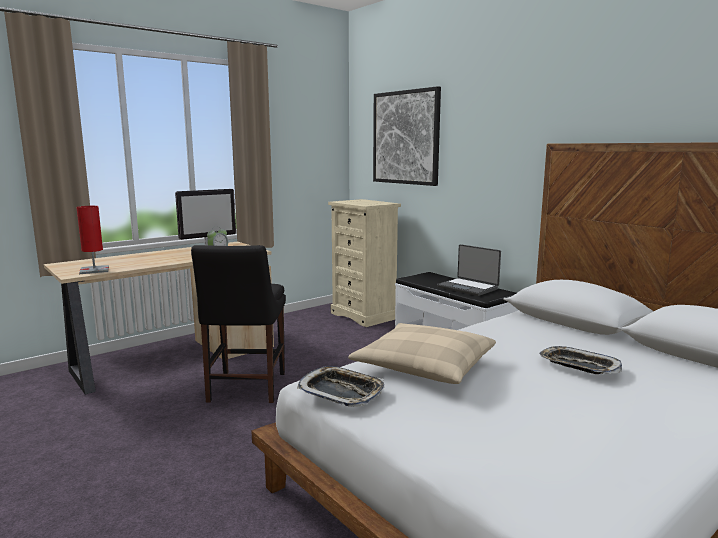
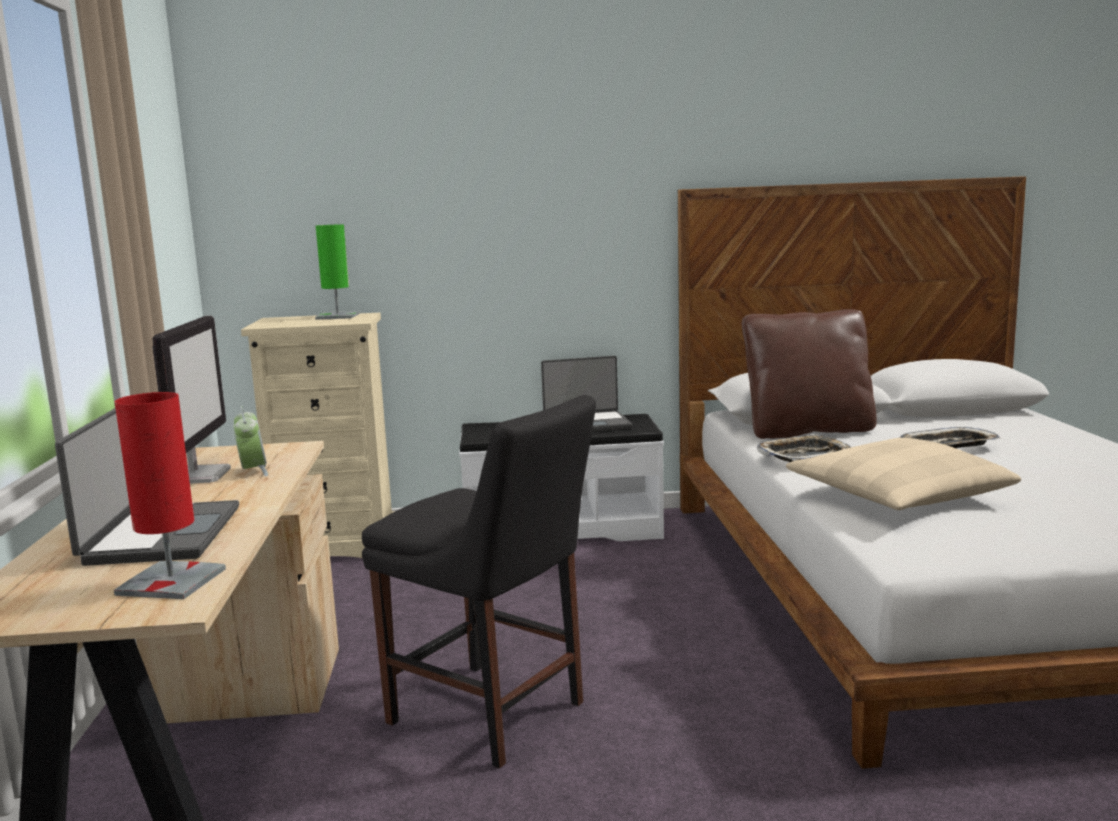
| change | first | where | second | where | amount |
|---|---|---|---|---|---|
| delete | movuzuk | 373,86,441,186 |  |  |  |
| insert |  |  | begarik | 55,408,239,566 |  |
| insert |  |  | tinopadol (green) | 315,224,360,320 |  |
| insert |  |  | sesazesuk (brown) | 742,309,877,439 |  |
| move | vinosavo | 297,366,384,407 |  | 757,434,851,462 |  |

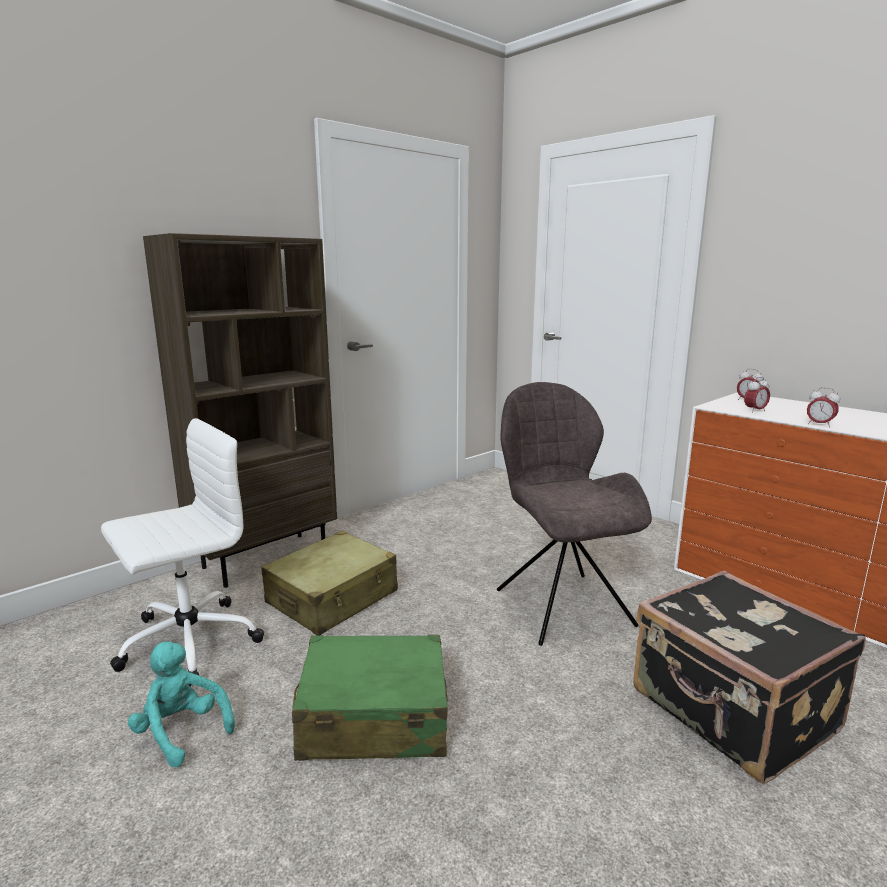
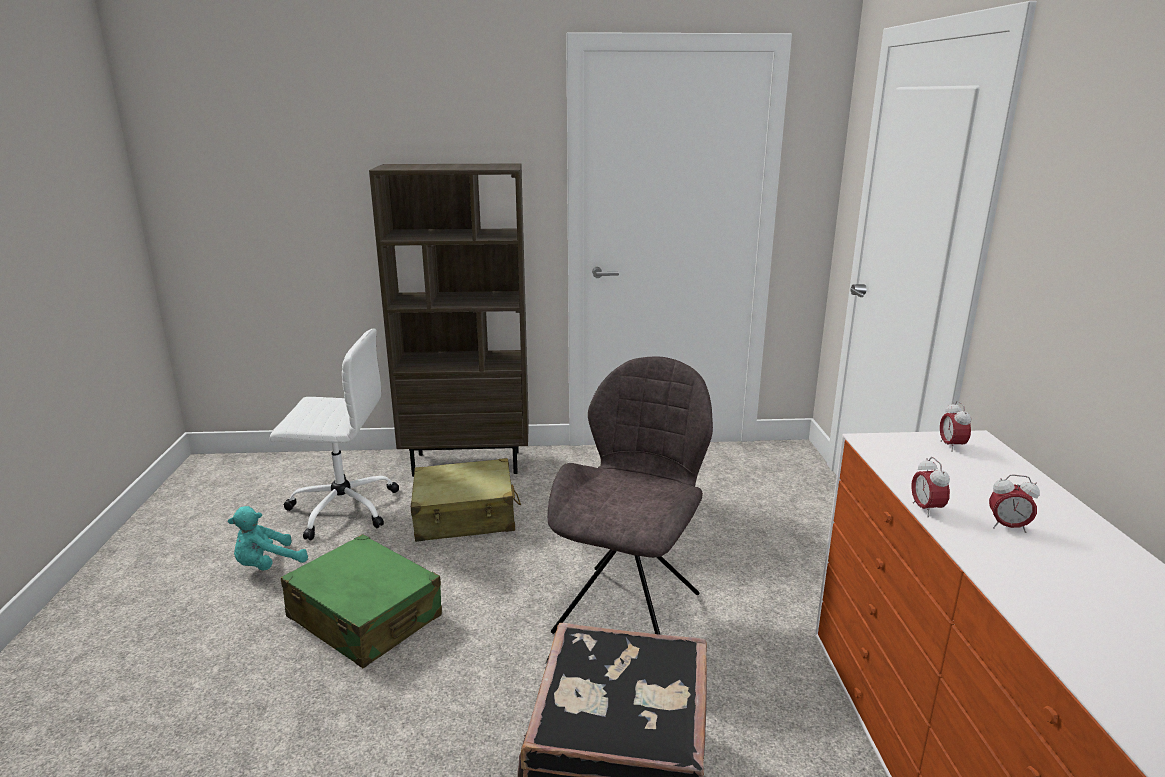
| change | first | where | second | where | amount |
|---|---|---|---|---|---|
| move | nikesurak | 744,377,770,413 |  | 989,474,1040,533 |  |
| rotate | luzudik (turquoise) | 128,641,235,767 |  | 228,506,308,571 | 120 degrees counterclockwise |

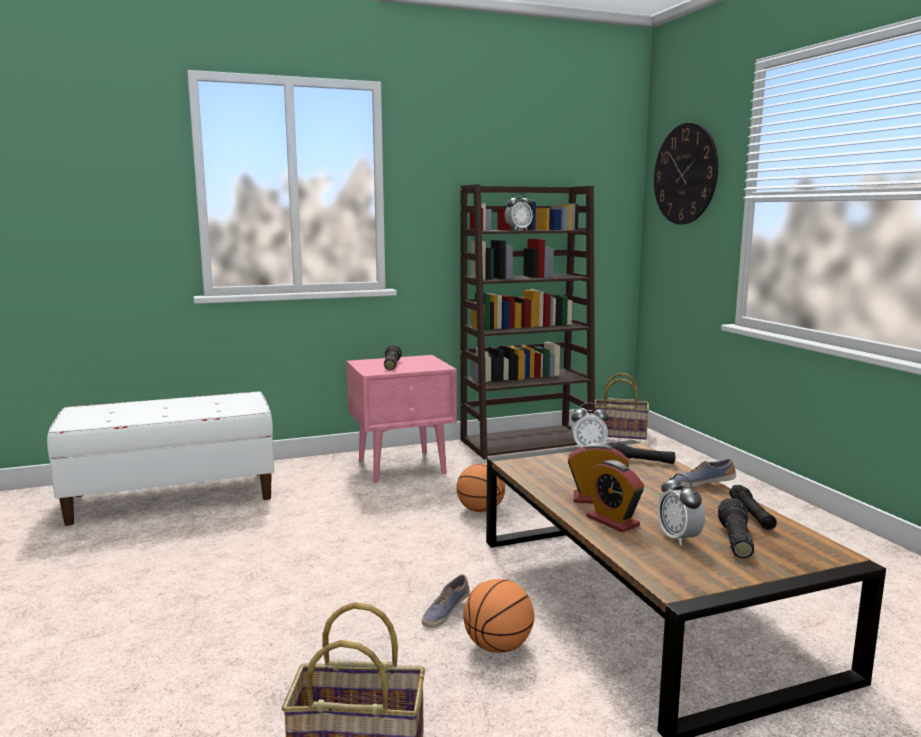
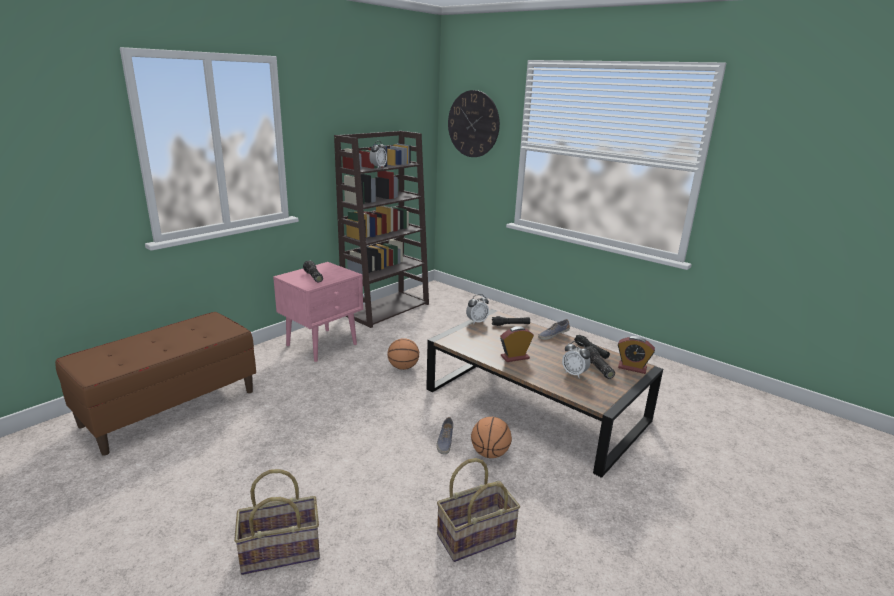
| change | first | where | second | where | amount |
|---|---|---|---|---|---|
| move | nikesurak | 586,460,644,532 |  | 618,336,655,374 |  |
| move | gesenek | 595,373,649,440 |  | 234,469,320,575 |  |
| recolor | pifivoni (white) | 47,392,274,526 | pifivoni (brown) | 55,312,256,456 |  |

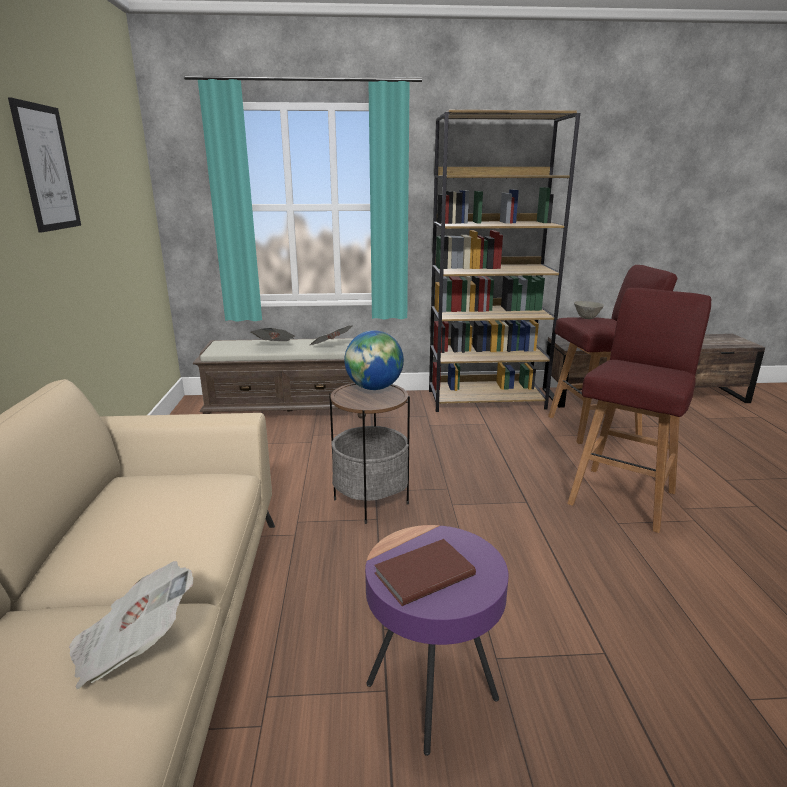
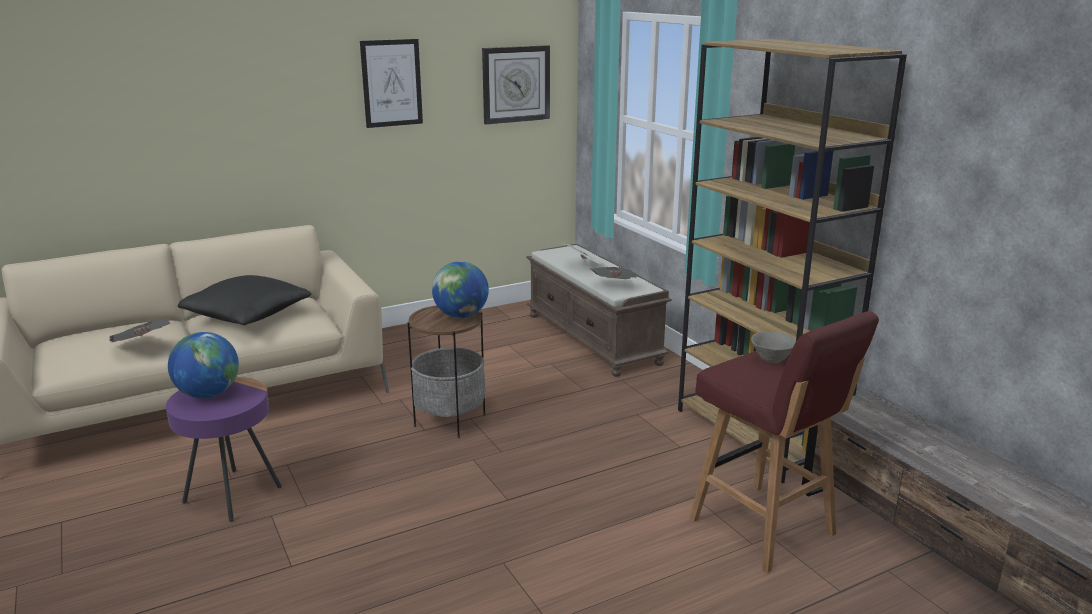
| change | first | where | second | where | amount |
|---|---|---|---|---|---|
| delete | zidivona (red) | 567,288,711,533 |  |  |  |
| insert |  |  | sesazesuk (black) | 178,275,311,325 |  |
| insert |  |  | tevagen | 482,45,550,124 |  |
| replace | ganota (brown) | 374,539,476,606 | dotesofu | 168,332,239,398 |  |

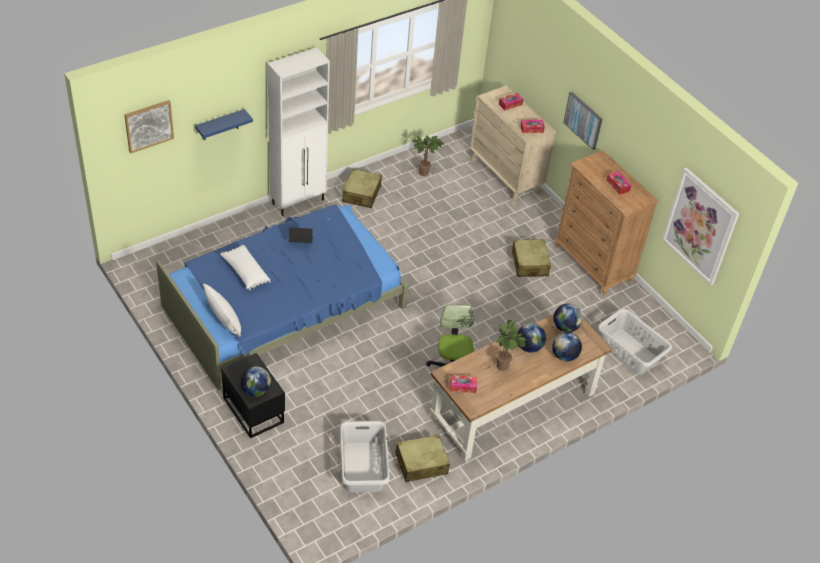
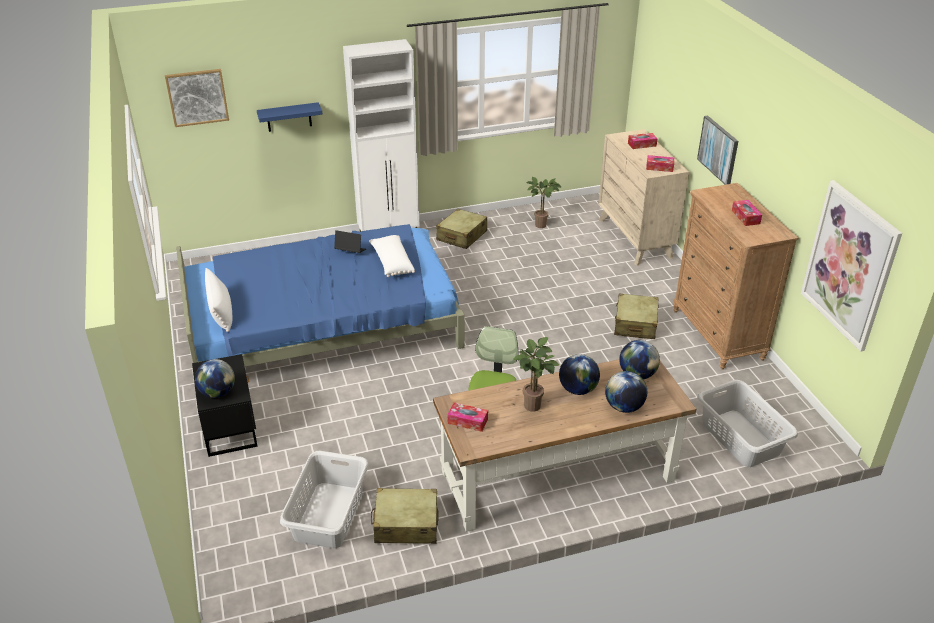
| change | first | where | second | where | amount |
|---|---|---|---|---|---|
| move | sesazesuk (white) | 220,245,271,290 |  | 369,235,415,277 |  |

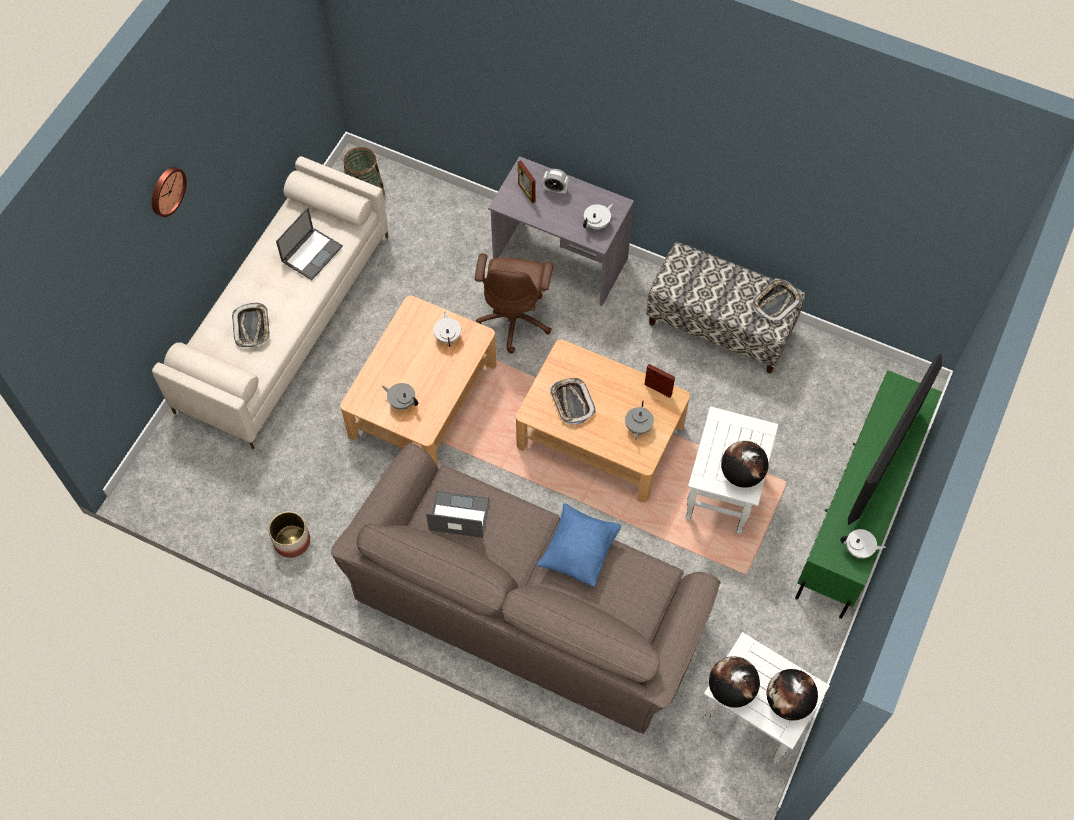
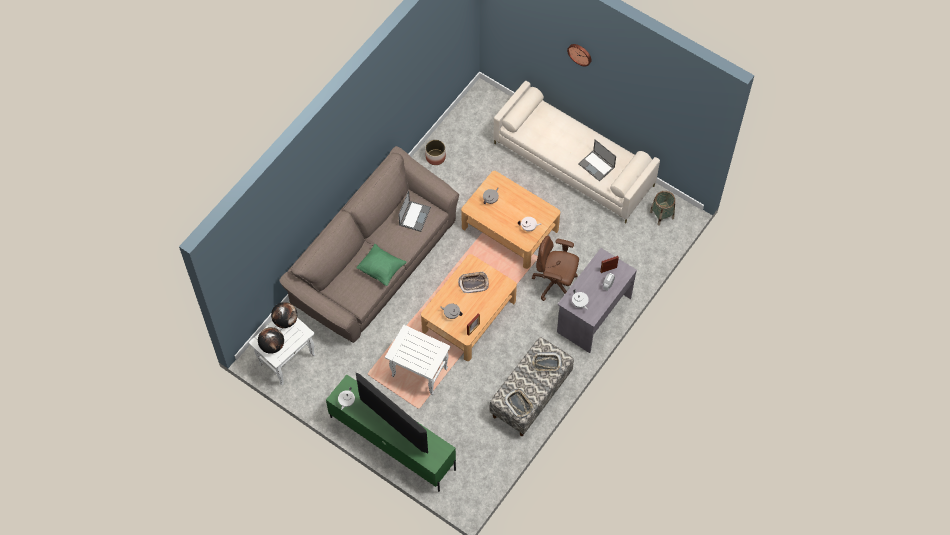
| change | first | where | second | where | amount |
|---|---|---|---|---|---|
| delete | dotesofu | 721,441,768,488 |  |  |  |
| move | vinosavo | 232,302,270,347 |  | 531,352,562,372 |  |
| recolor | sesazesuk (blue) | 537,503,621,586 | sesazesuk (green) | 356,244,407,286 |  |

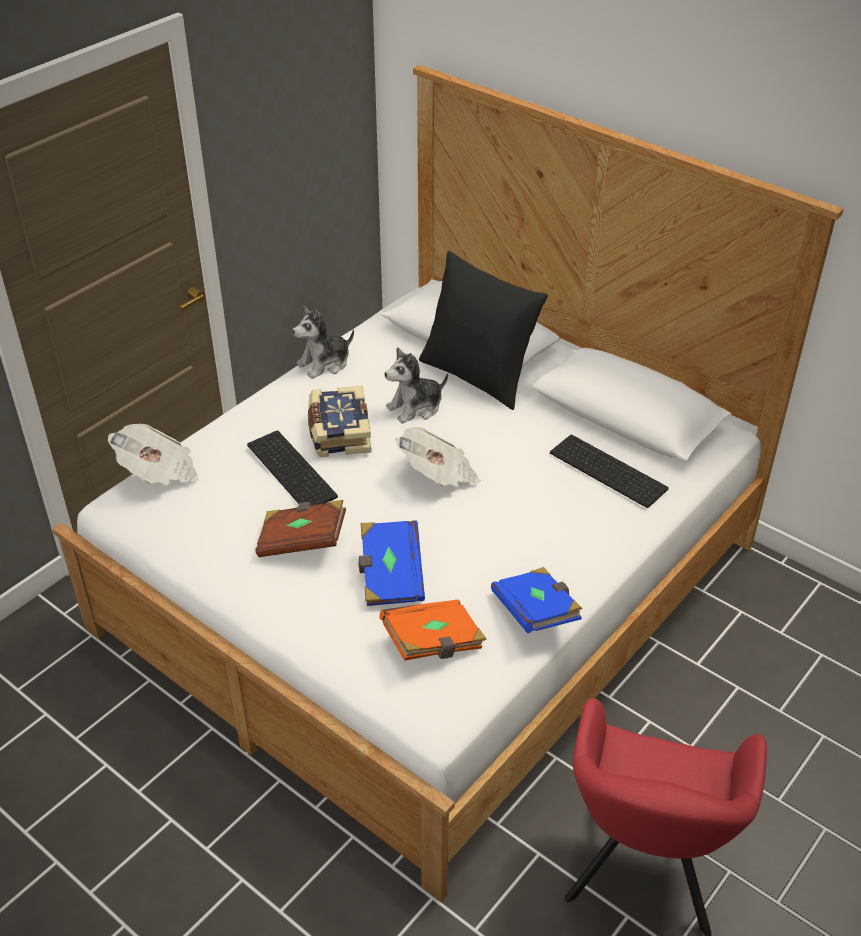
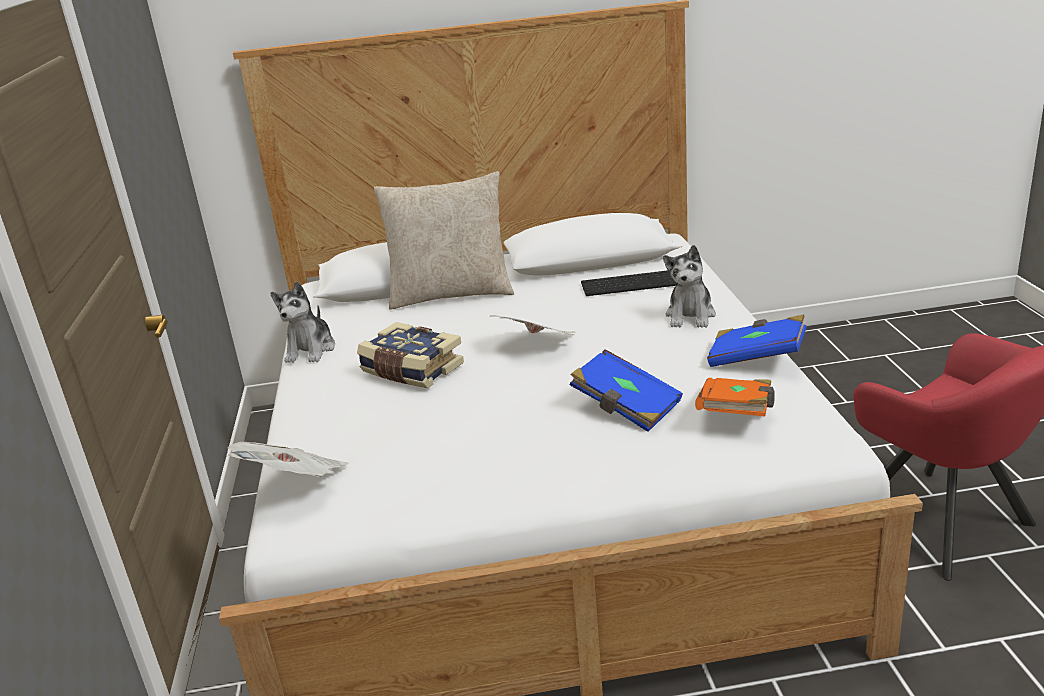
| change | first | where | second | where | amount |
|---|---|---|---|---|---|
| delete | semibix | 247,430,338,505 |  |  |  |
| delete | ganota (brown) | 255,500,346,557 |  |  |  |
| move | luzudik | 384,347,448,424 |  | 663,245,716,328 |  |
| recolor | sesazesuk (black) | 419,251,548,410 | sesazesuk (beige) | 374,171,514,310 |  |

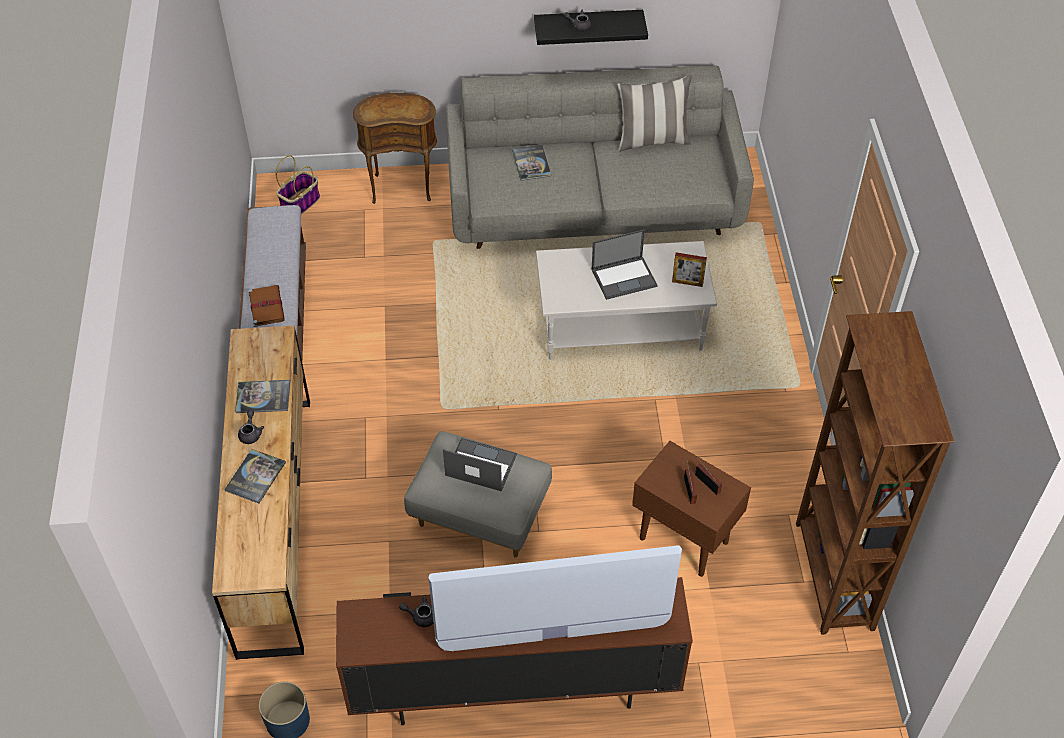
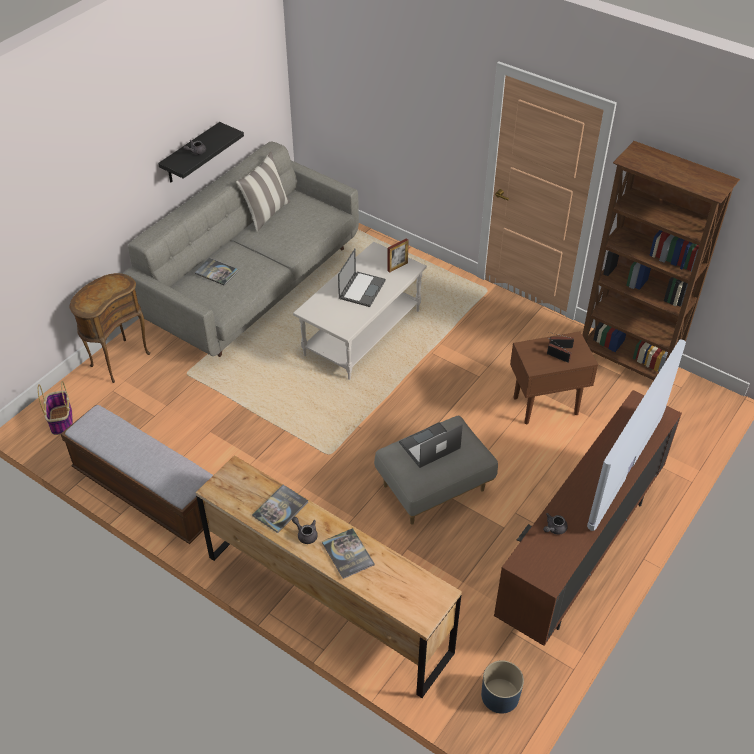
| change | first | where | second | where | amount |
|---|---|---|---|---|---|
| delete | ganota (brown) | 248,285,285,327 |  |  |  |

